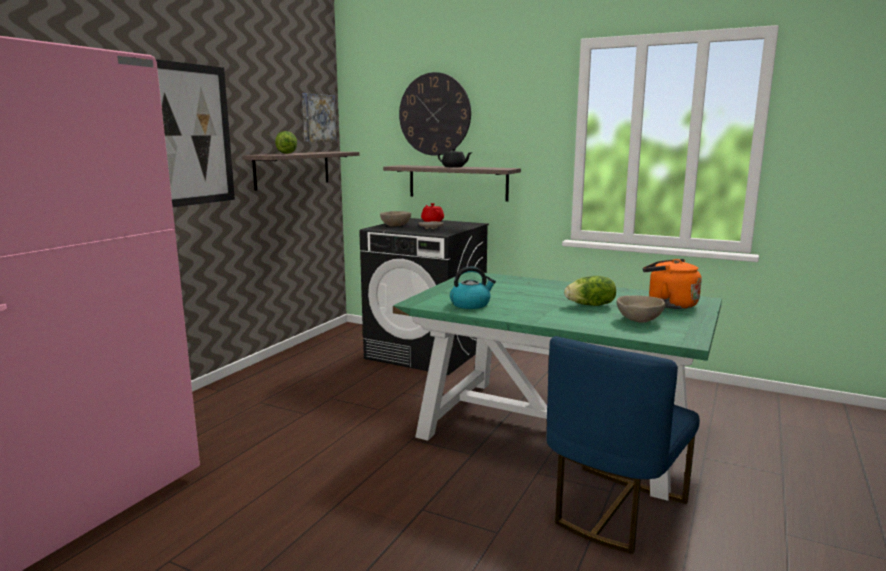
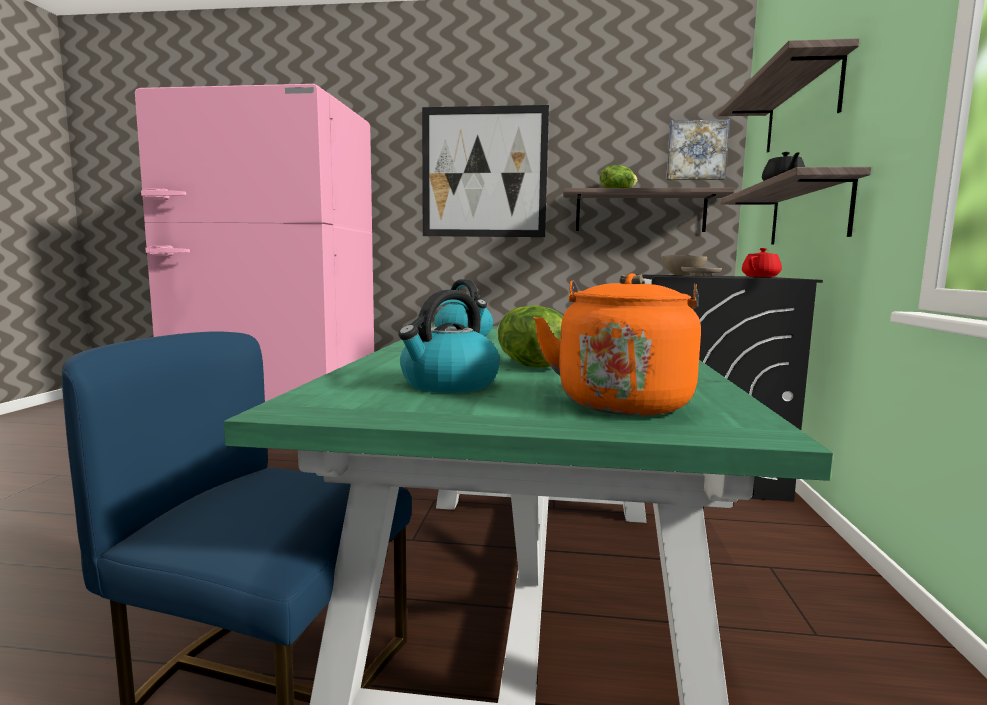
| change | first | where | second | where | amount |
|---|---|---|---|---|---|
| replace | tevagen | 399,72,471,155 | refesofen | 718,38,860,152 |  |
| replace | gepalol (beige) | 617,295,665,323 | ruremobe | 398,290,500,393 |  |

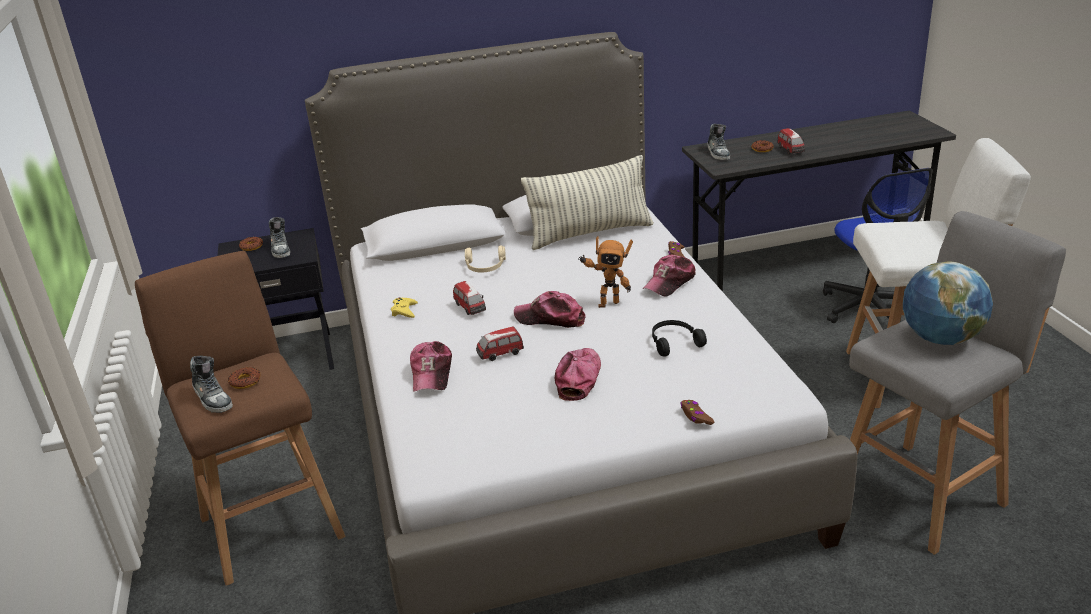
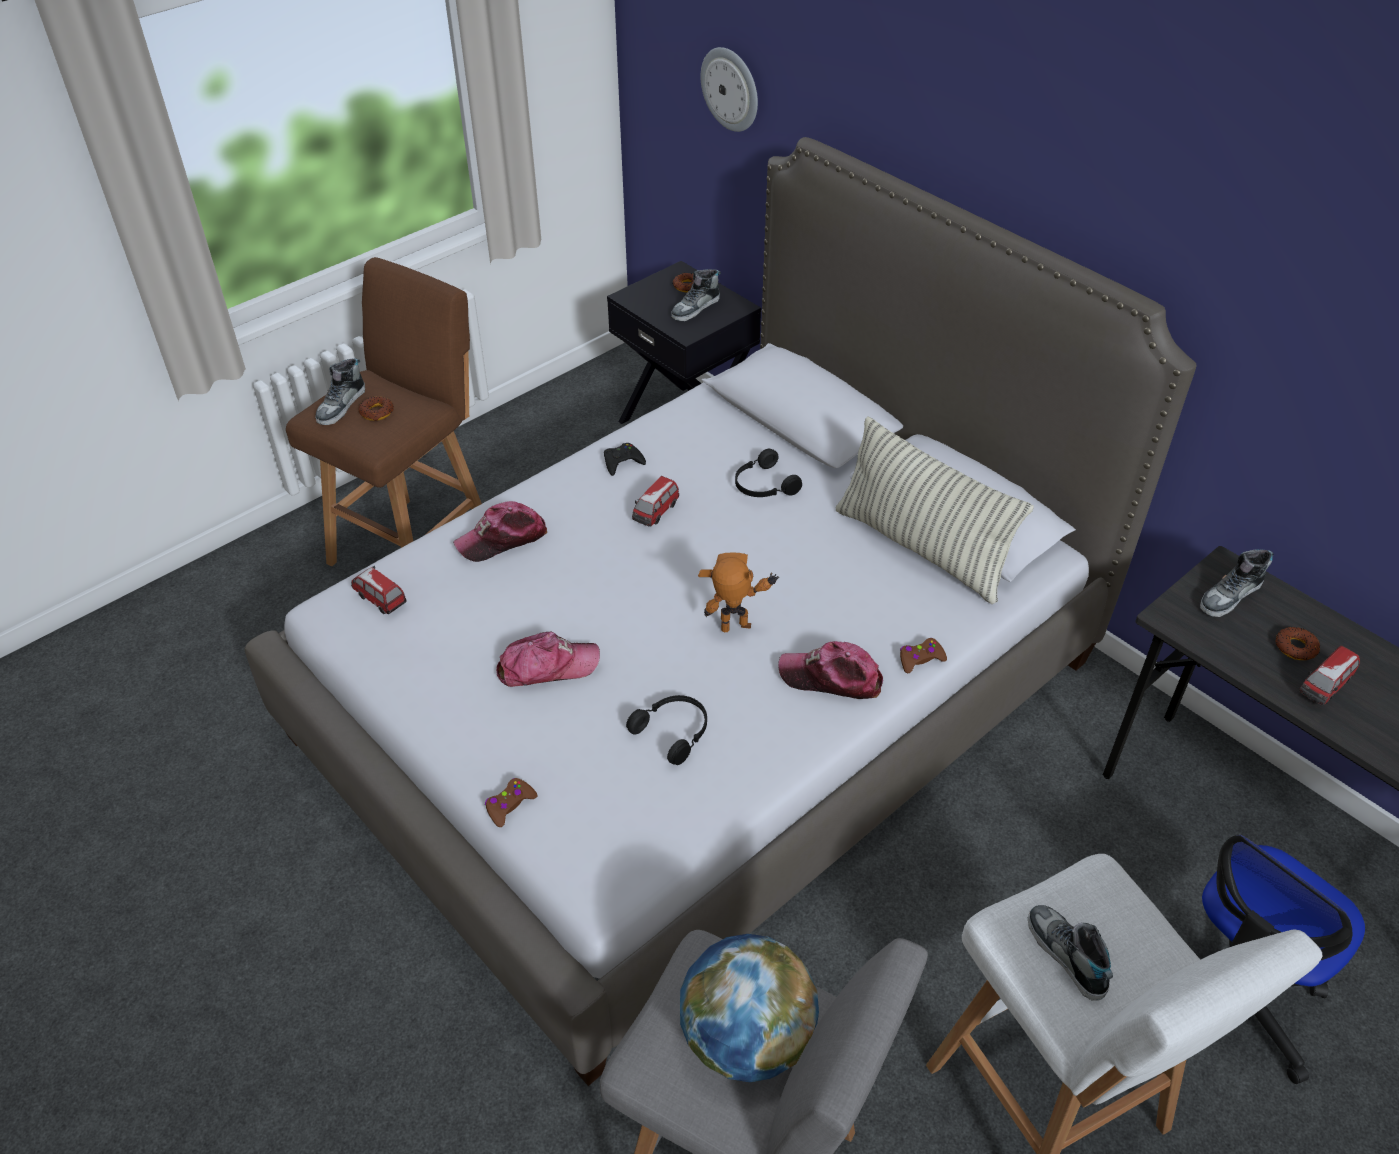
| change | first | where | second | where | amount |
|---|---|---|---|---|---|
| delete | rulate | 514,291,586,328 |  |  |  |
| insert |  |  | tevagen | 701,47,758,132 |  |
| insert |  |  | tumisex | 1028,905,1113,1001 |  |
| move | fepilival | 476,326,524,361 |  | 351,566,407,615 |  |
| recolor | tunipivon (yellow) | 391,297,418,318 | tunipivon (black) | 604,443,646,476 |  |
| recolor | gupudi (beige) | 465,246,506,273 | gupudi (black) | 735,449,802,497 |  |
| rotate | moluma | 579,236,633,308 |  | 698,553,779,632 | 120 degrees clockwise |

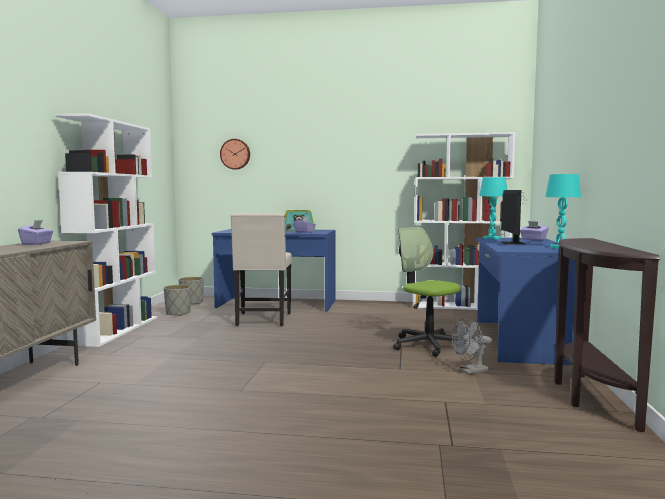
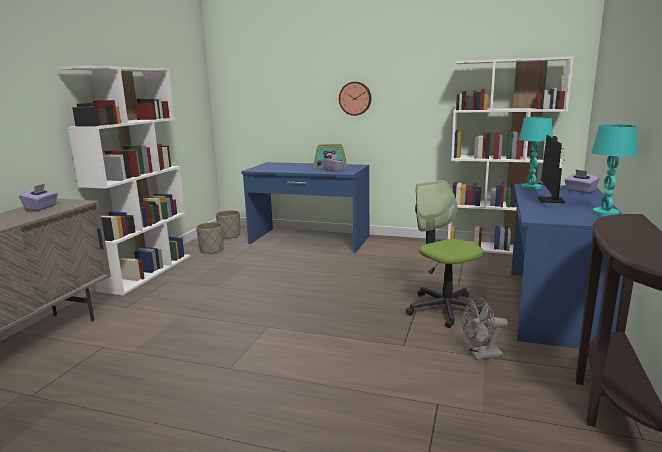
| change | first | where | second | where | amount |
|---|---|---|---|---|---|
| delete | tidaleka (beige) | 230,213,292,326 |  |  |  |
| move | tevagen | 220,139,250,170 |  | 339,82,371,116 |  |

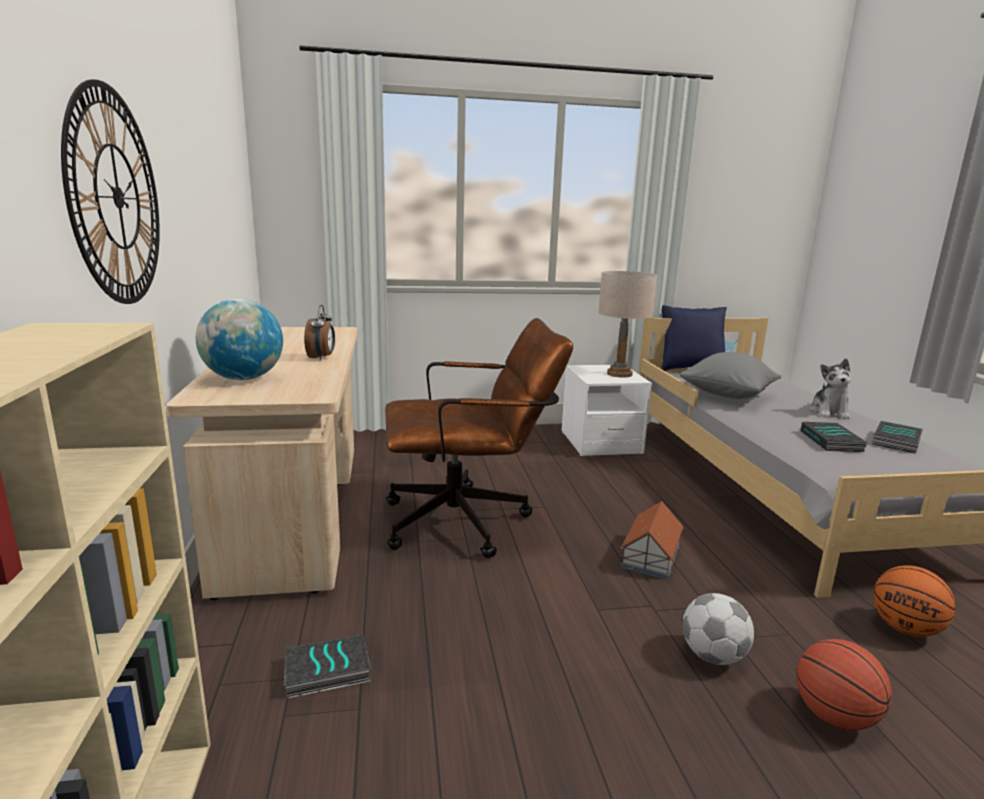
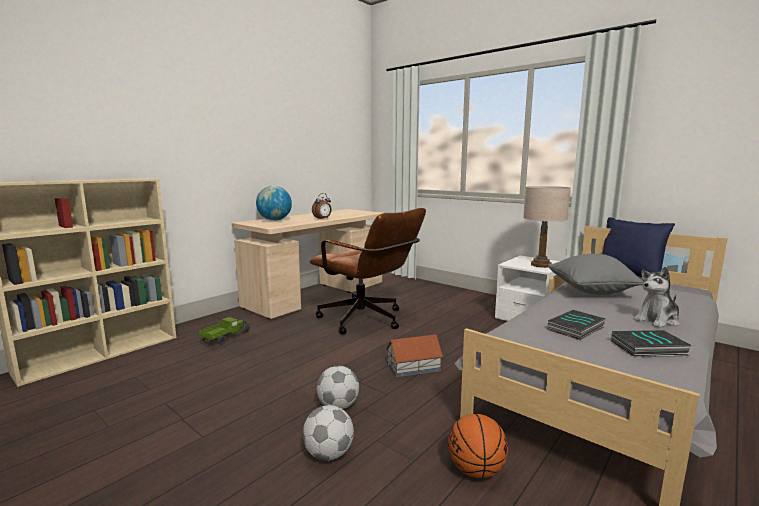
| change | first | where | second | where | amount |
|---|---|---|---|---|---|
| delete | tevagen | 61,79,160,304 |  |  |  |
| replace | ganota | 284,634,371,699 | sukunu | 199,317,251,345 |  |
| replace | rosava | 796,639,892,730 | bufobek | 302,405,354,461 |  |

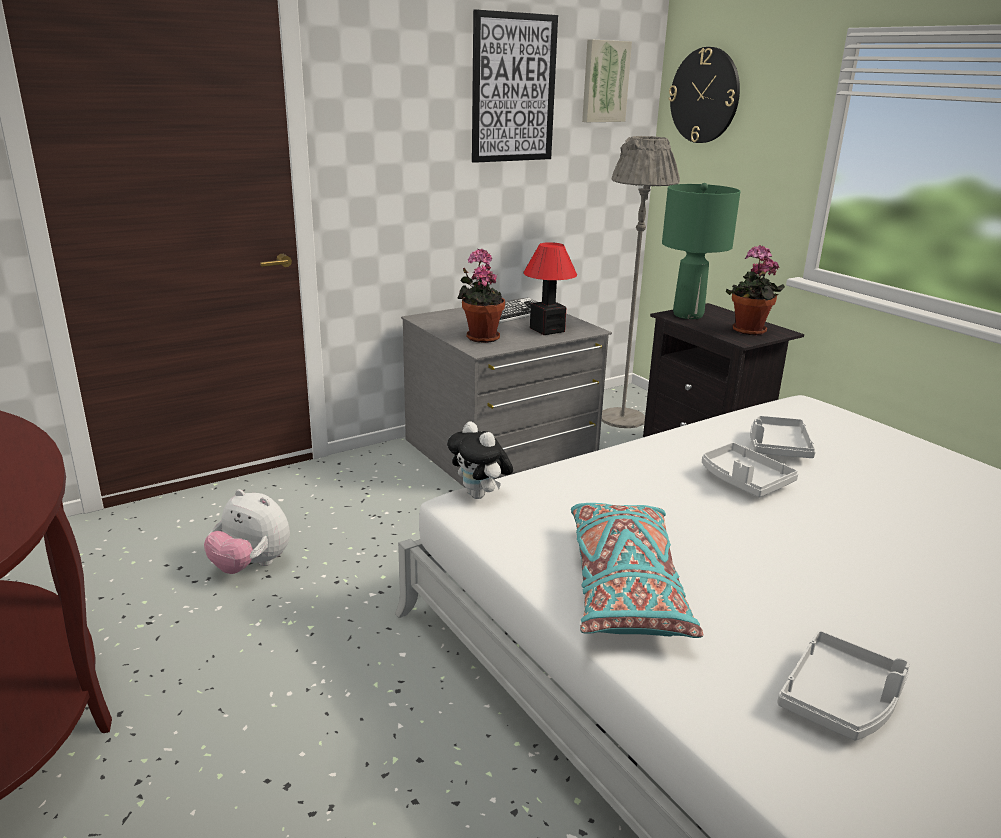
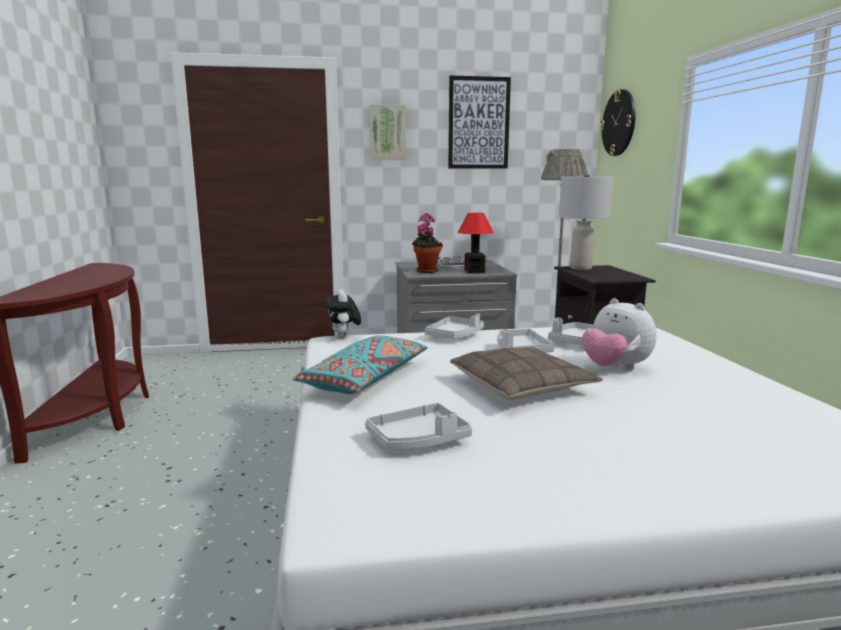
| change | first | where | second | where | amount |
|---|---|---|---|---|---|
| delete | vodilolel | 726,245,785,336 |  |  |  |
| insert |  |  | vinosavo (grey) | 425,314,484,339 |  |
| insert |  |  | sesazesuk | 450,347,603,400 |  |
| move | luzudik | 204,489,290,574 |  | 582,298,657,370 |  |
| move | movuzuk | 582,40,632,122 |  | 369,104,406,160 |  |
| recolor | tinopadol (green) | 662,183,741,319 | tinopadol (grey) | 559,173,613,270 |  |

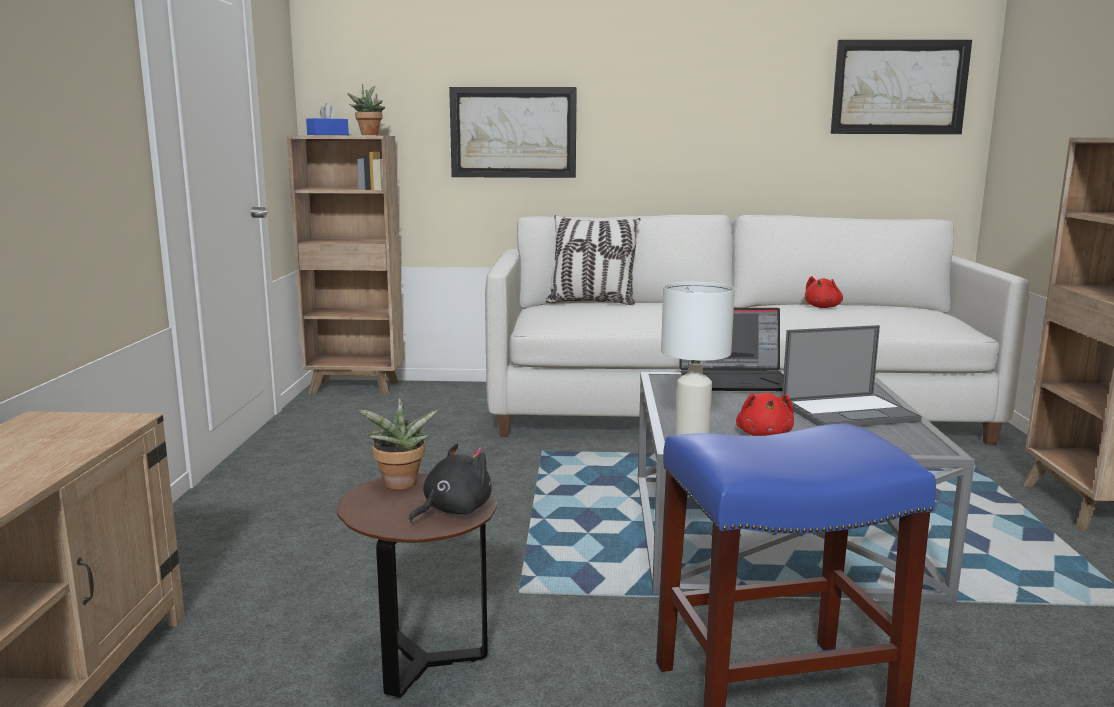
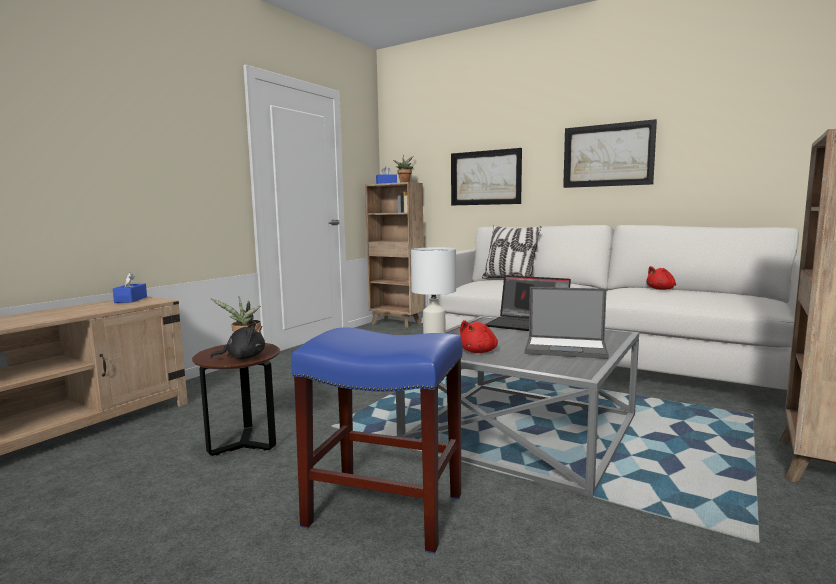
| change | first | where | second | where | amount |
|---|---|---|---|---|---|
| insert |  |  | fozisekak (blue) | 113,272,147,303 |  |
| move | movuzuk | 831,40,972,134 |  | 563,119,657,188 |  |

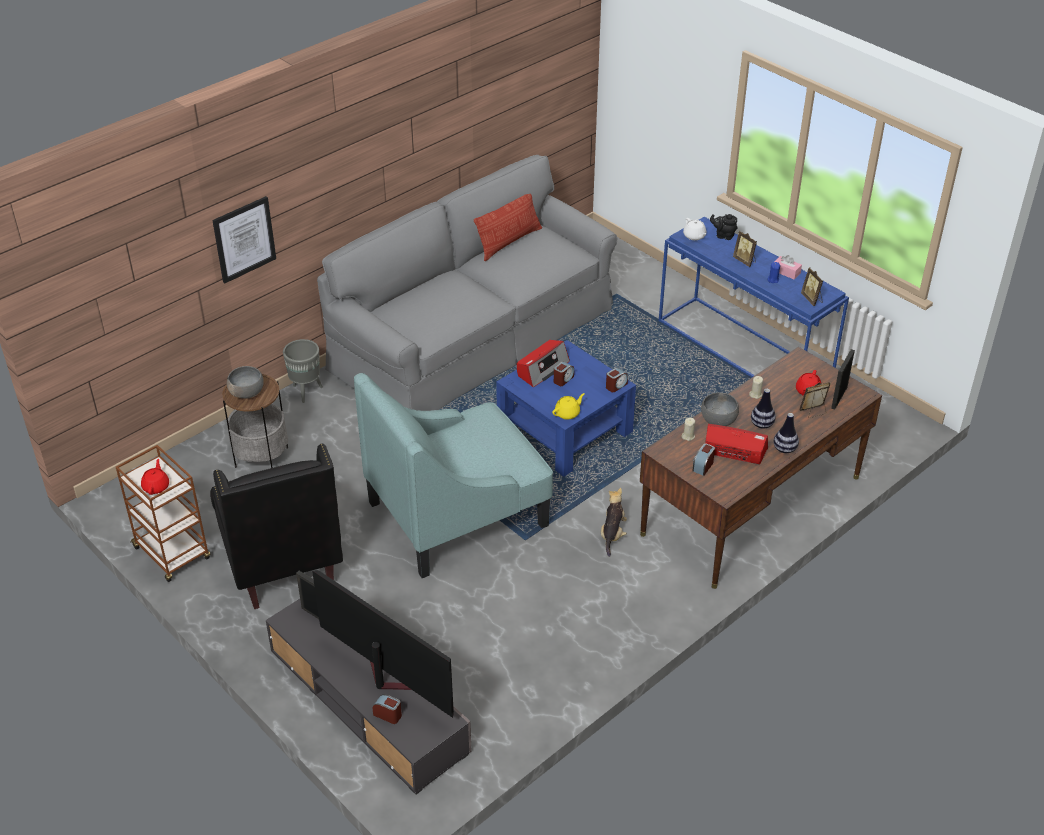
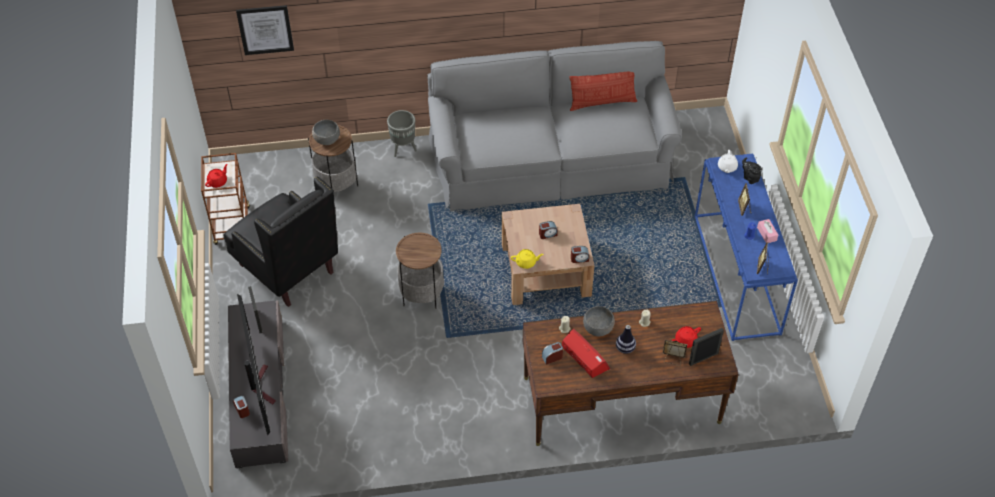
| change | first | where | second | where | amount |
|---|---|---|---|---|---|
| delete | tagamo | 517,340,570,387 |  |  |  |
| delete | luzudik | 601,488,627,557 |  |  |  |
| delete | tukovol | 774,413,799,453 |  |  |  |
| move | movuzuk | 212,196,276,284 |  | 236,5,294,55 |  |
| replace | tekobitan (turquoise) | 354,373,553,578 | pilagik | 396,233,444,309 |  |
| recolor | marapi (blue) | 496,340,636,477 | marapi (brown) | 502,204,595,305 |  |
| rotate | tekobitan (black) | 210,444,343,609 |  | 224,177,338,307 | 60 degrees counterclockwise |

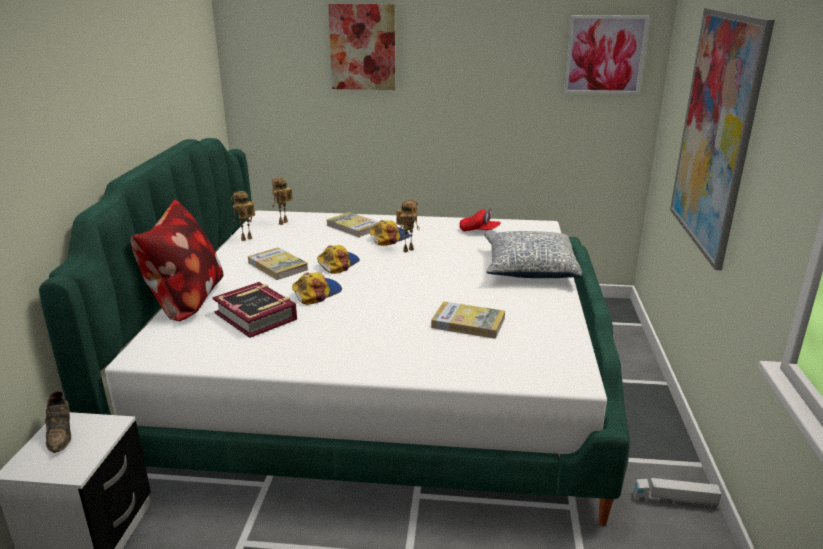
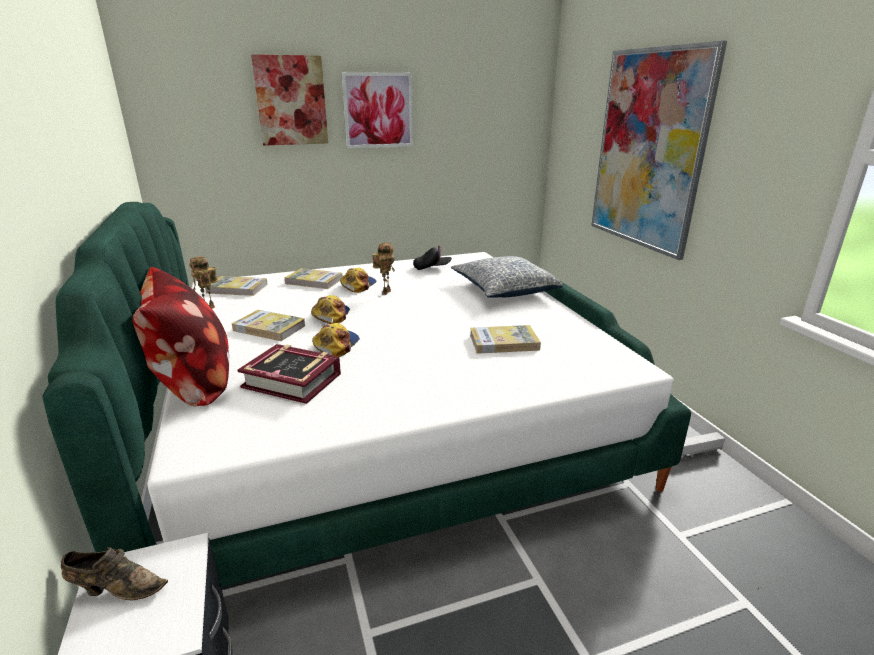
| change | first | where | second | where | amount |
|---|---|---|---|---|---|
| move | movuzuk | 563,15,650,95 |  | 341,72,413,149 |  |
| replace | moluma | 272,178,293,225 | ganota | 205,276,268,296 |  |
| recolor | rulate (red) | 459,208,501,232 | rulate (black) | 413,245,452,270 |  |
| rotate | tumisex (brown) | 45,391,71,453 |  | 61,547,168,601 | 45 degrees counterclockwise |

